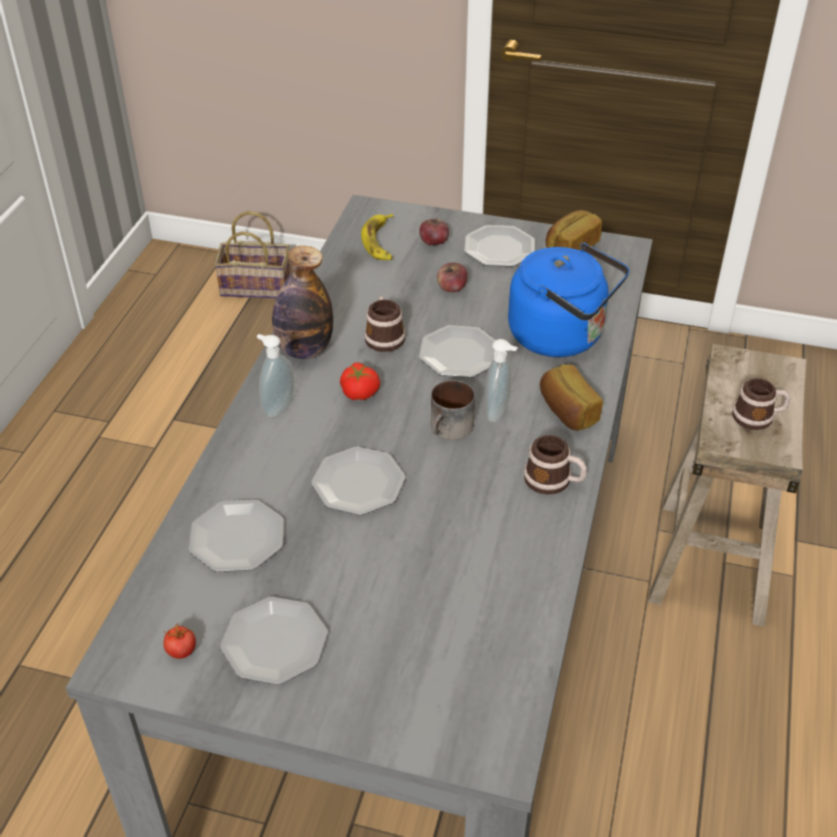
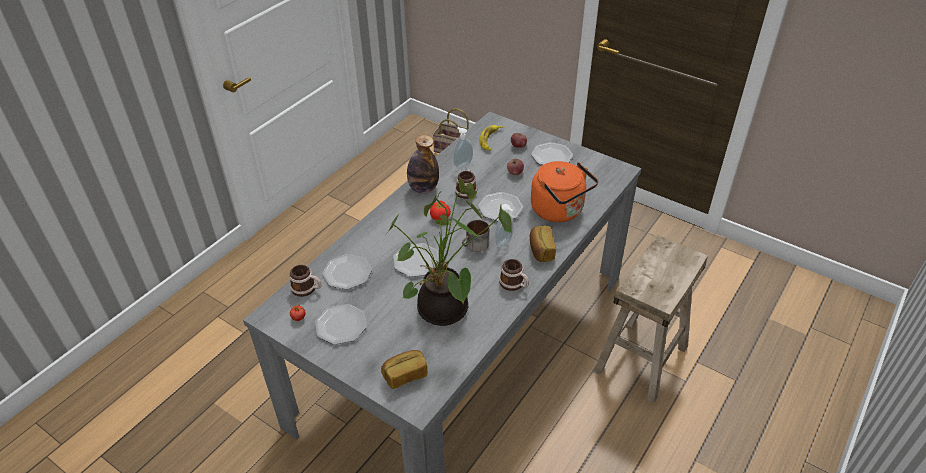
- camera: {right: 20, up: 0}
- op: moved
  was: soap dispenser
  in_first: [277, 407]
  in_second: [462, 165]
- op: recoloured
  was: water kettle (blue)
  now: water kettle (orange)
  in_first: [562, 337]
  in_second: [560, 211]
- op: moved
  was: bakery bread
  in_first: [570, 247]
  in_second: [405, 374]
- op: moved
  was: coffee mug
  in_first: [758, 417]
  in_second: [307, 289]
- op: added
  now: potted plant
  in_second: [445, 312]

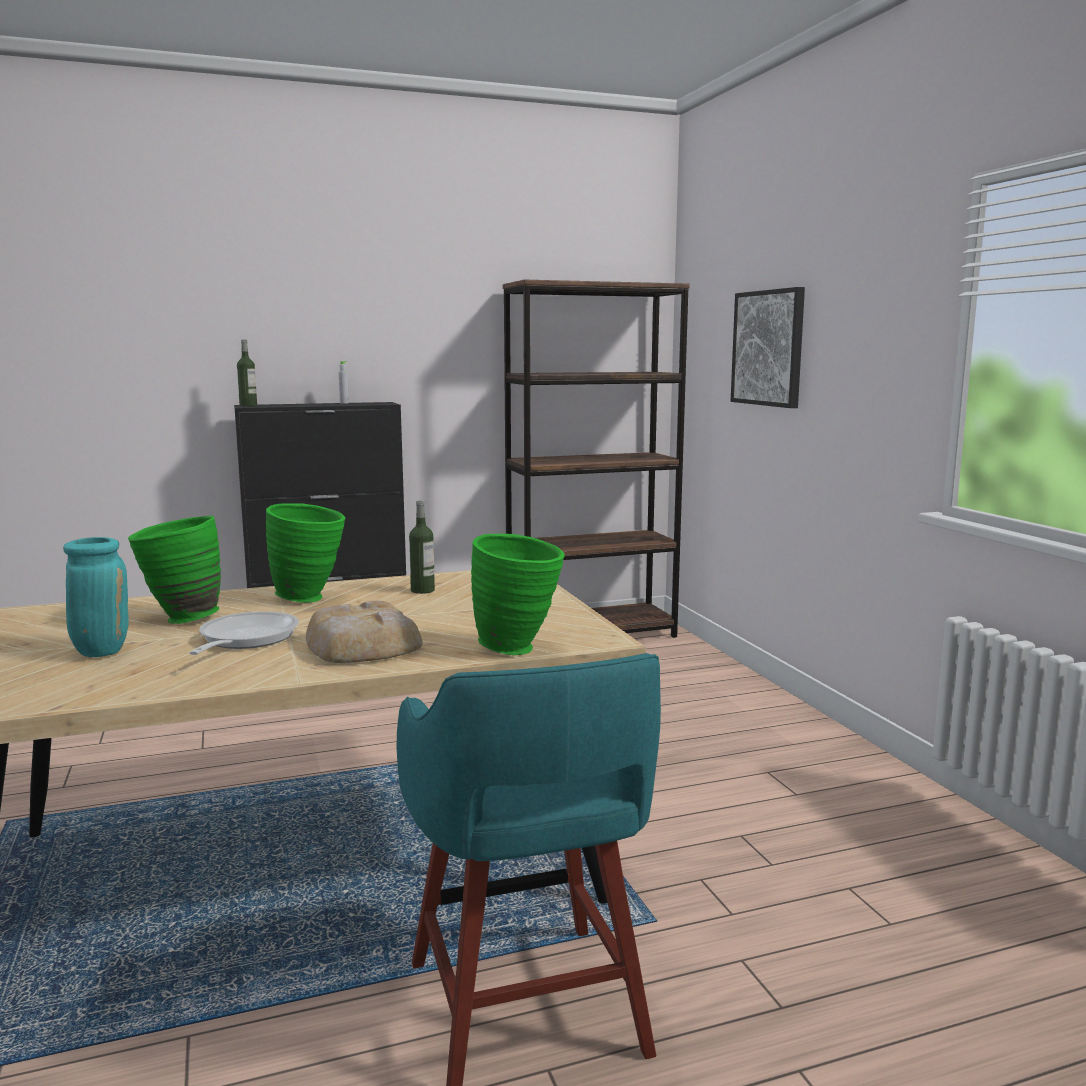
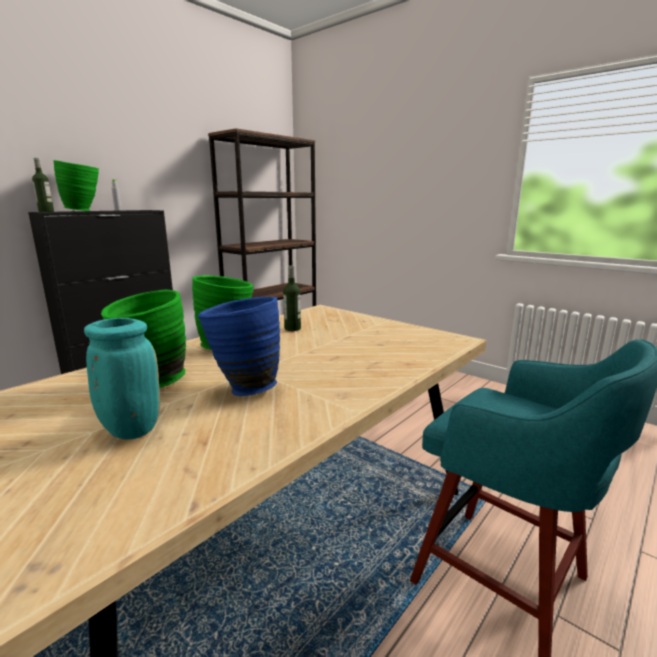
- camera: {right: -30, up: 5}
- op: replaced
  was: skillet
  now: flower vase (blue)
  in_first: [244, 640]
  in_second: [243, 388]
- op: removed
  was: bakery bread
  in_first: [362, 645]
- op: moved
  was: flower vase (green)
  in_first: [519, 649]
  in_second: [84, 211]
- op: removed
  was: wall picture
  in_first: [768, 348]

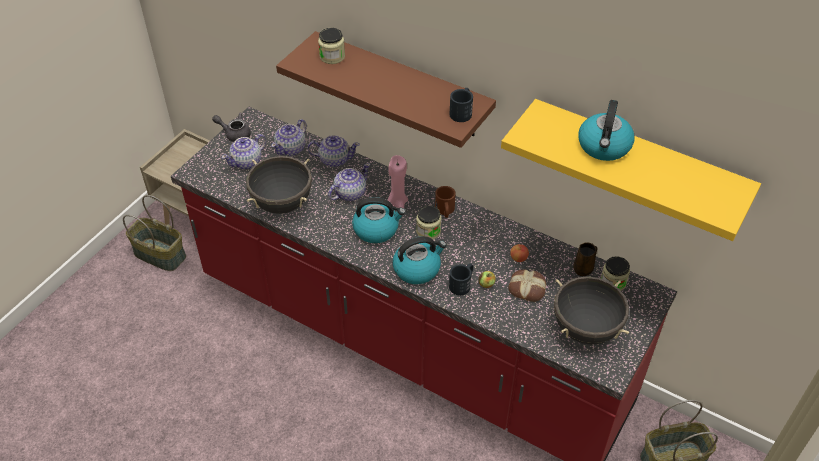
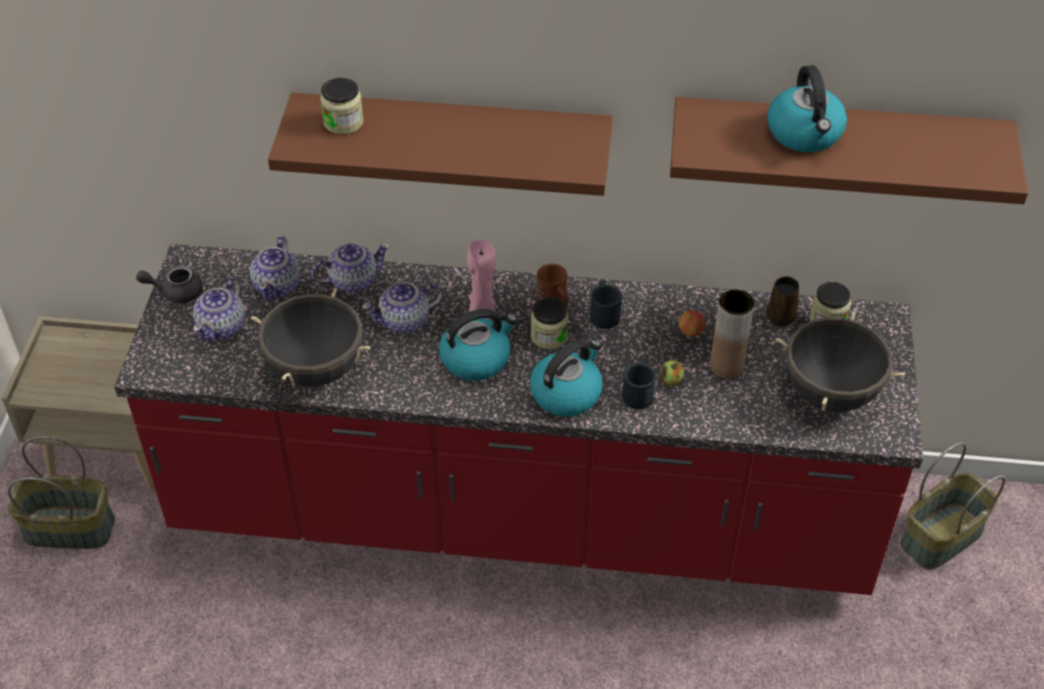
- camera: {right: -25, up: 0}
- op: turned
  was: tea pot
  in_first: [349, 193]
  in_second: [405, 321]
  clockwise: -135
- op: moved
  was: coffee mug (blackish)
  in_first: [462, 111]
  in_second: [604, 312]
- op: recoloured
  was: wall shelf (yellowish)
  now: wall shelf (brownish)
  in_first: [637, 161]
  in_second: [837, 142]
- op: replaced
  was: bakery bread
  now: flower vase (brownish)
  in_first: [527, 288]
  in_second: [726, 366]

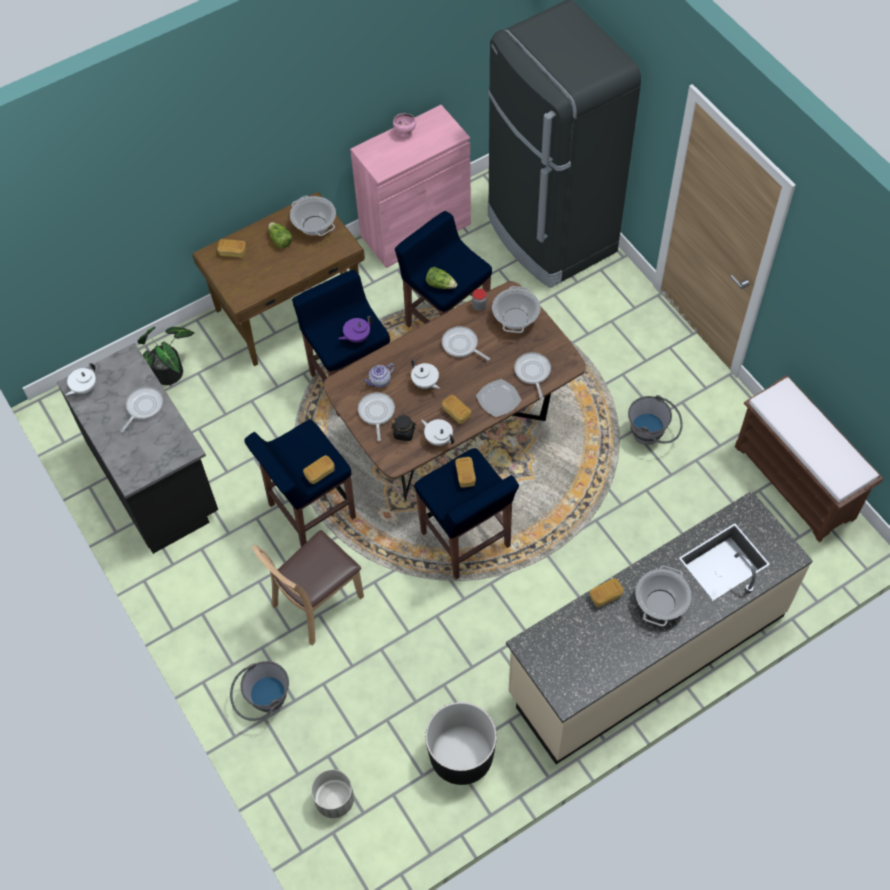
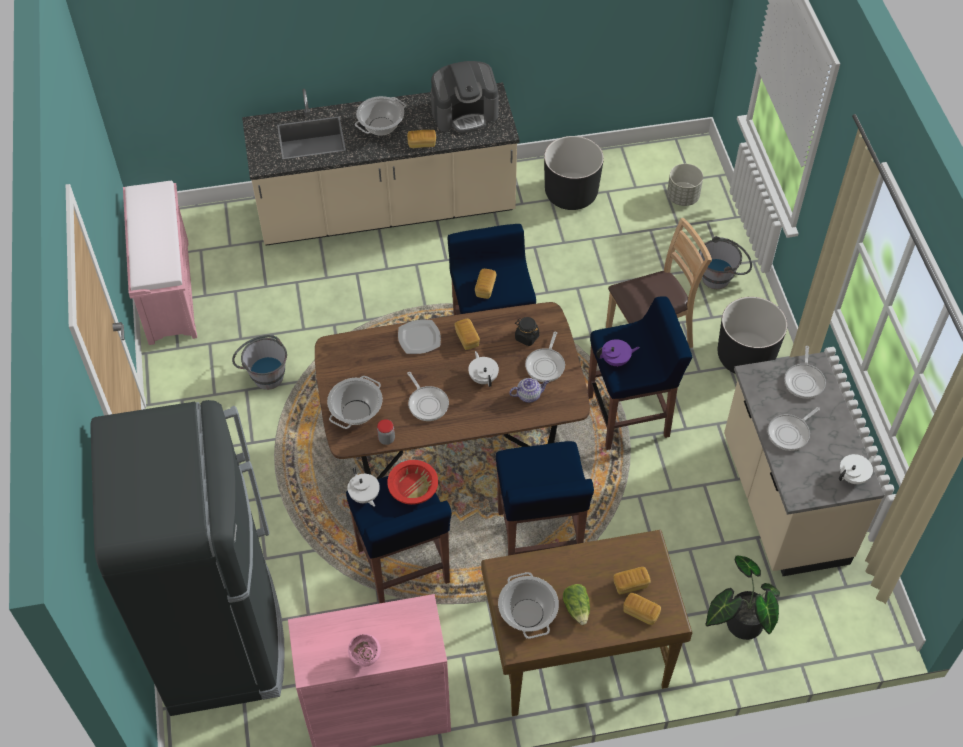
- camera: {right: -160, up: -5}
- op: recoloured
  was: kitchen base unit (blackish)
  now: kitchen base unit (beige)
  in_first: [156, 480]
  in_second: [782, 501]
- op: moved
  was: bakery bread
  in_first: [320, 473]
  in_second: [630, 584]
- op: moved
  was: tea pot (purple-coloured)
  in_first: [356, 337]
  in_second: [616, 360]
- op: moved
  was: tea pot (white-coloured)
  in_first: [438, 438]
  in_second: [364, 496]
- op: replaced
  was: head of lettuce
  now: bowl (red-coloured)
  in_first: [440, 284]
  in_second: [413, 487]
- op: moved
  was: skillet
  in_first: [532, 372]
  in_second: [804, 381]
- op: recoloured
  was: long seat (brownish)
  now: long seat (pink-coloured)
  in_first: [796, 482]
  in_second: [168, 290]
- op: added
  now: coffee brewer
  in_second: [465, 112]
- op: added
  now: flower pot (blackish)
  in_second: [745, 356]

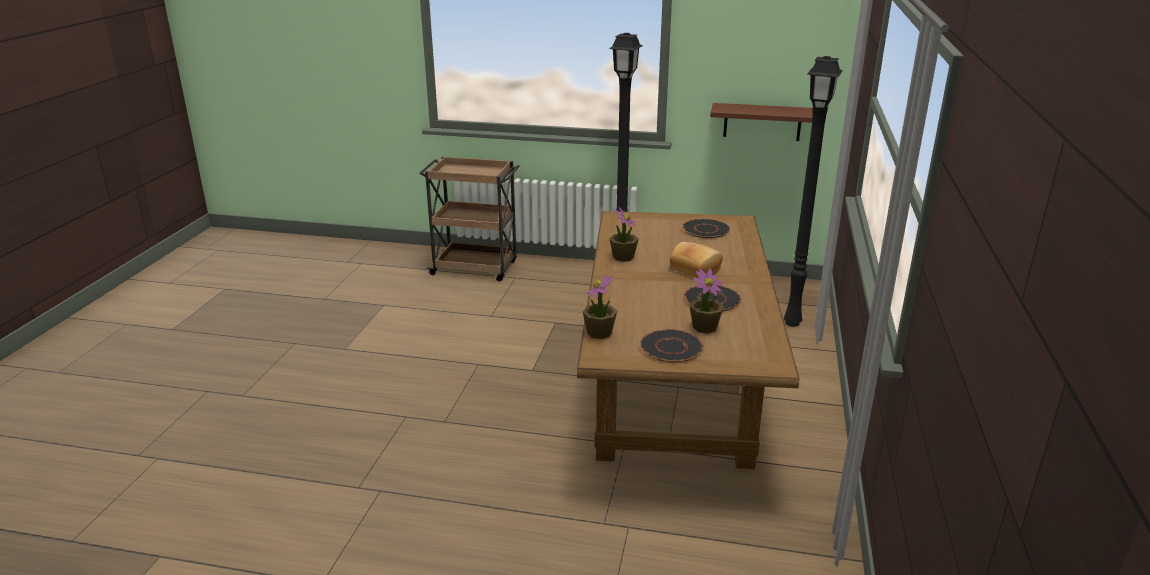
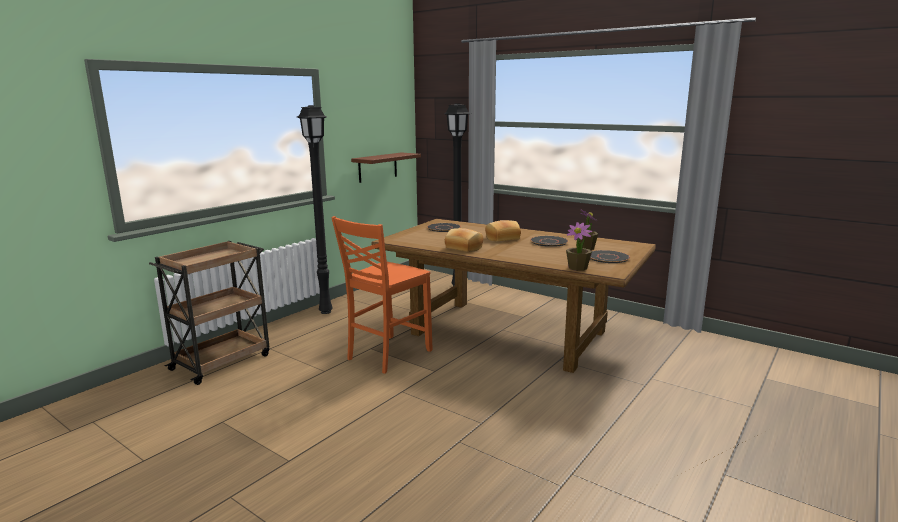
- camera: {right: -65, up: -10}
- op: replaced
  was: potted plant
  now: bakery bread
  in_first: [623, 257]
  in_second: [463, 248]
- op: added
  now: plain chair (orange)
  in_second: [387, 355]

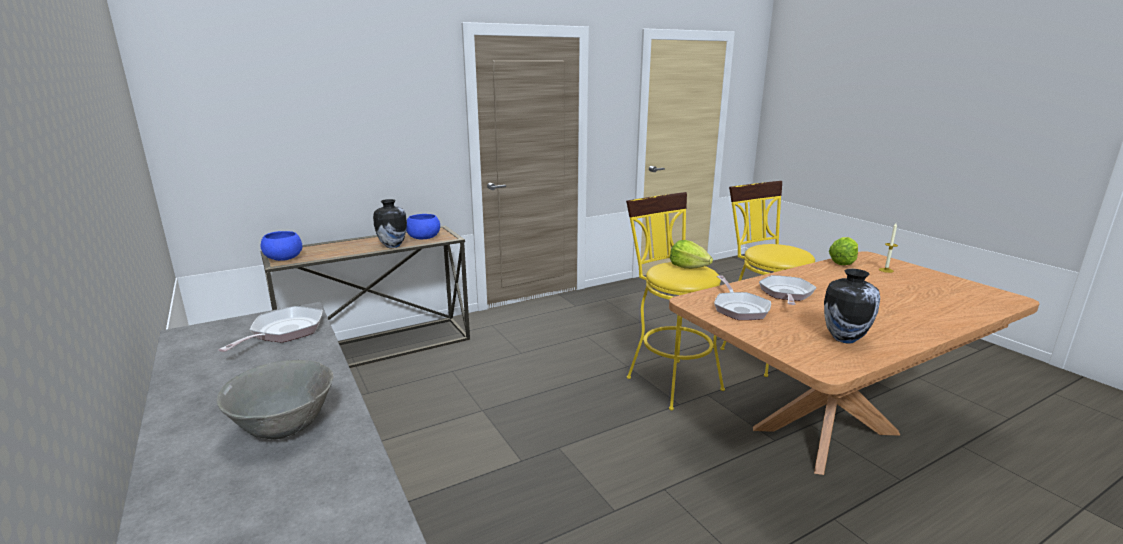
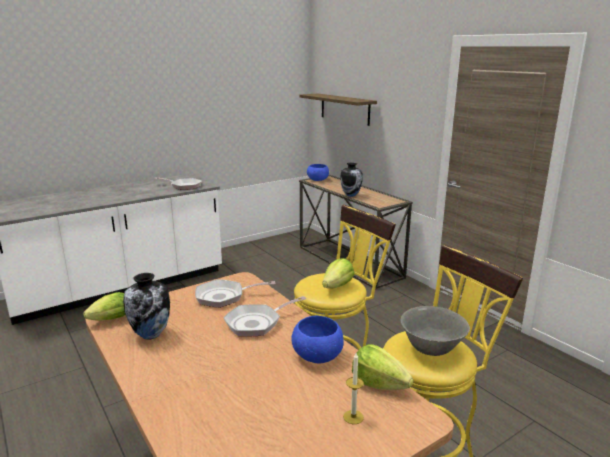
- camera: {right: 85, up: 0}
- op: moved
  was: bowl (gray)
  in_first: [285, 427]
  in_second: [432, 349]
- op: moved
  was: bowl (blue)
  in_first: [424, 237]
  in_second: [317, 355]
- op: turned
  was: skillet
  in_first: [786, 294]
  in_second: [257, 323]
  clockwise: 135
- op: added
  now: head of lettuce
  in_second: [108, 320]
- op: added
  now: wall shelf
  in_second: [344, 109]

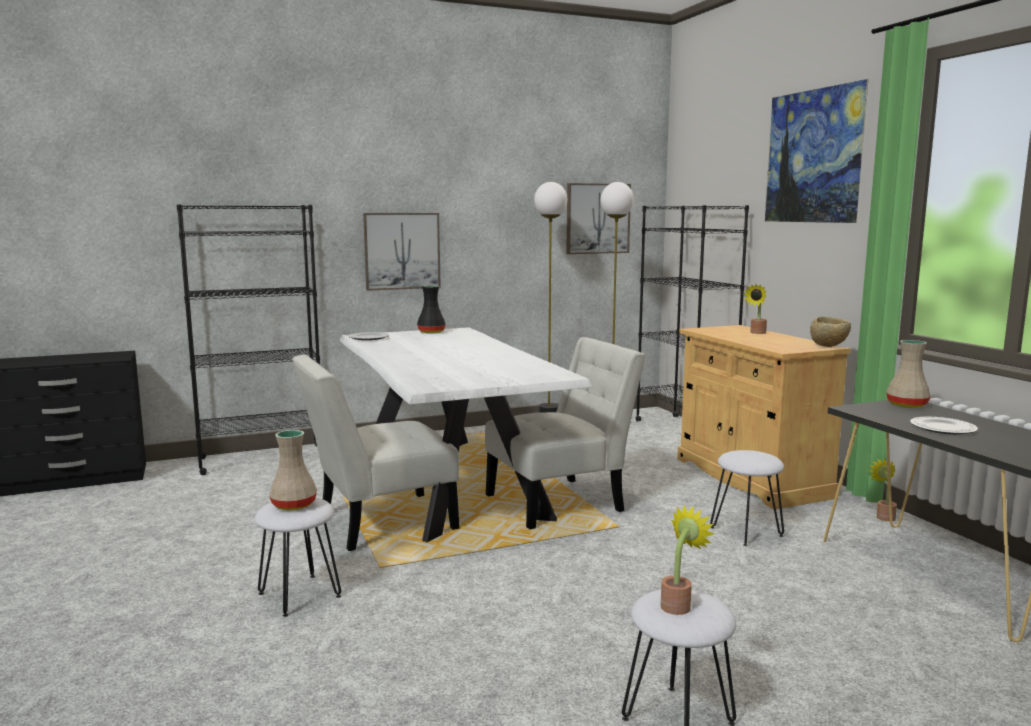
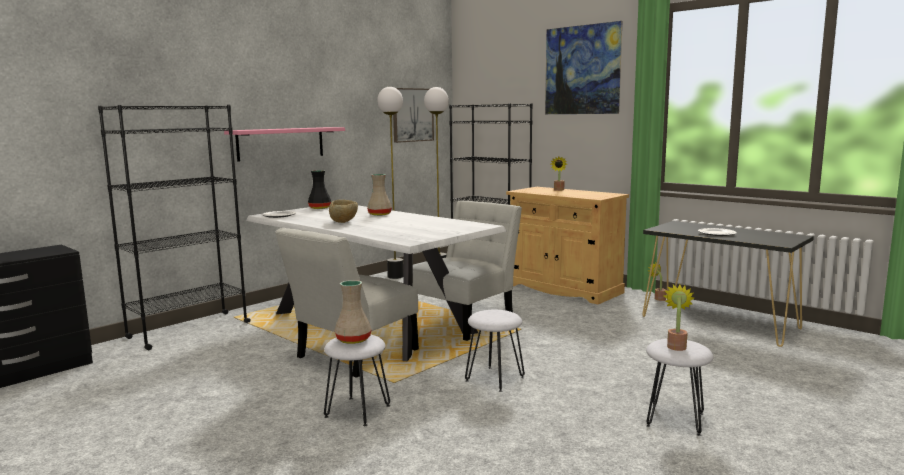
- camera: {right: -25, up: 0}
- op: replaced
  was: wall picture
  now: wall shelf (pink-coloured)
  in_first: [402, 251]
  in_second: [281, 143]
- op: moved
  was: sitting stool (white-coloured)
  in_first: [745, 532]
  in_second: [494, 379]
- op: moved
  was: bowl (beige)
  in_first: [829, 346]
  in_second: [344, 222]
- op: moved
  was: flower vase (beige)
  in_first: [907, 405]
  in_second: [379, 214]

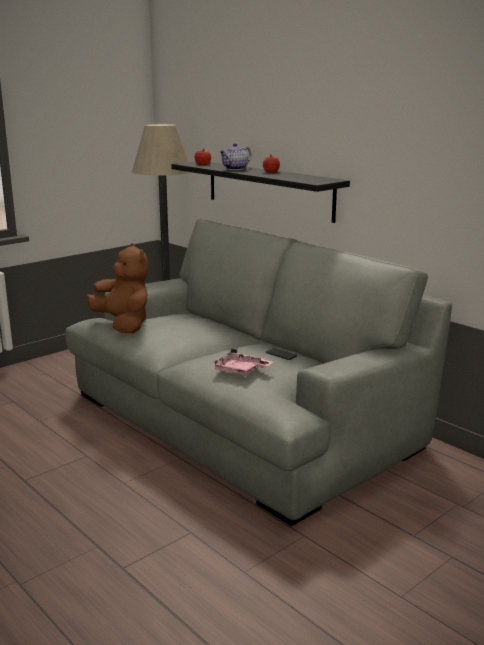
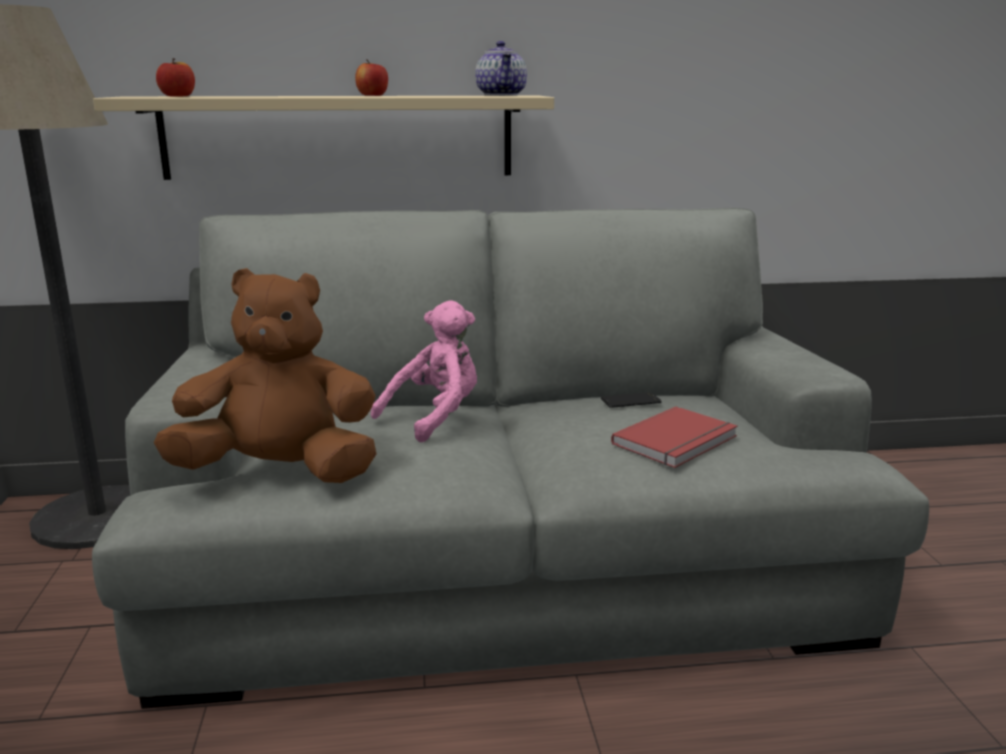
- camera: {right: -55, up: 0}
- op: recoloured
  was: wall shelf (blackish)
  now: wall shelf (beige)
  in_first: [268, 189]
  in_second: [339, 137]
- op: replaced
  was: tray (pink-coloured)
  now: volume (red-coloured)
  in_first: [240, 370]
  in_second: [678, 441]
- op: moved
  was: tea pot
  in_first: [235, 169]
  in_second: [502, 95]
- op: added
  now: plush toy (pink-coloured)
  in_second: [435, 417]

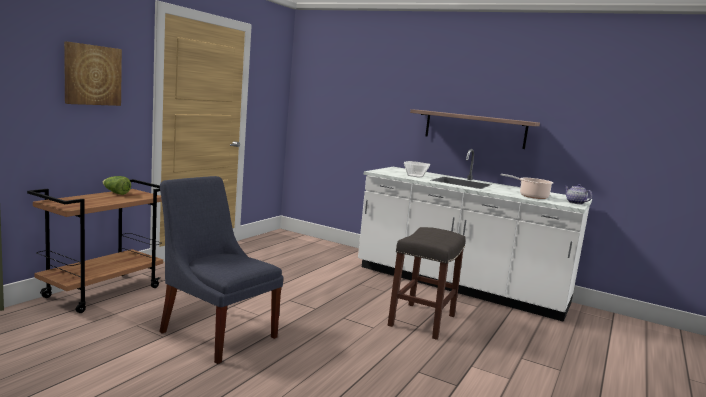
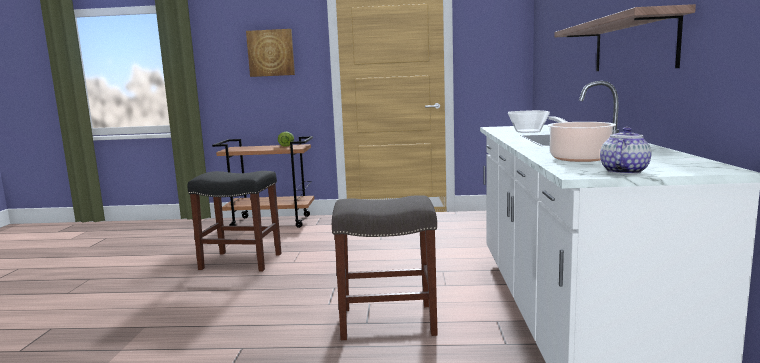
- camera: {right: 65, up: 0}
- op: replaced
  was: plain chair (blue)
  now: sitting stool (blackish)
  in_first: [216, 332]
  in_second: [242, 261]

